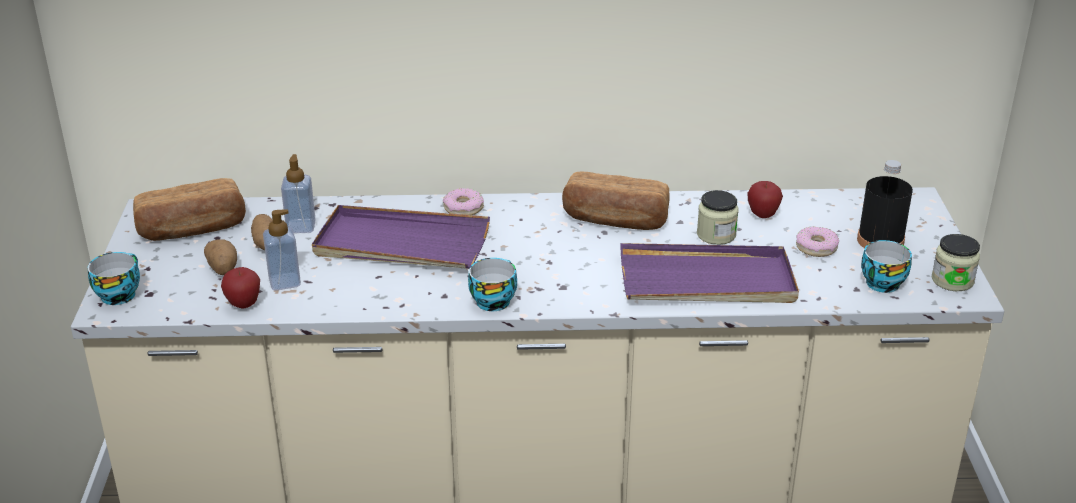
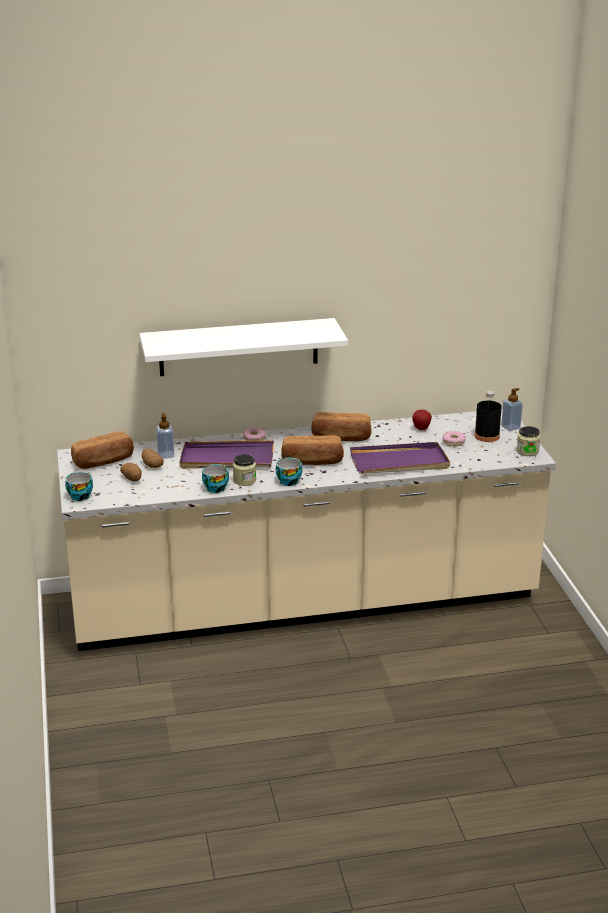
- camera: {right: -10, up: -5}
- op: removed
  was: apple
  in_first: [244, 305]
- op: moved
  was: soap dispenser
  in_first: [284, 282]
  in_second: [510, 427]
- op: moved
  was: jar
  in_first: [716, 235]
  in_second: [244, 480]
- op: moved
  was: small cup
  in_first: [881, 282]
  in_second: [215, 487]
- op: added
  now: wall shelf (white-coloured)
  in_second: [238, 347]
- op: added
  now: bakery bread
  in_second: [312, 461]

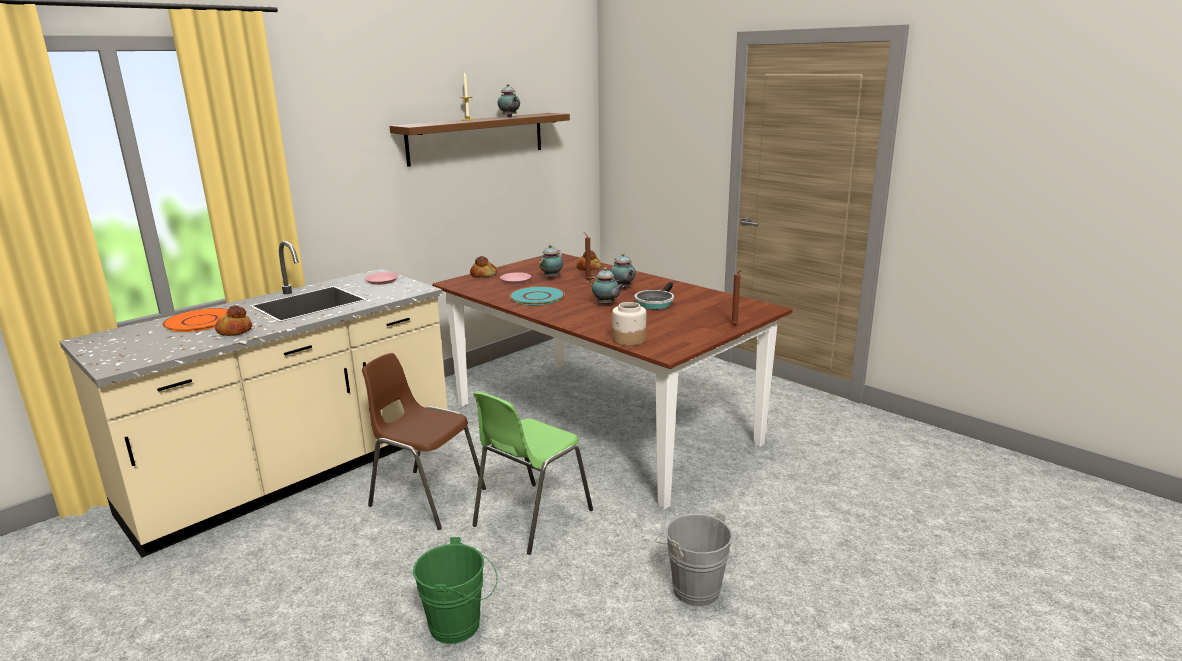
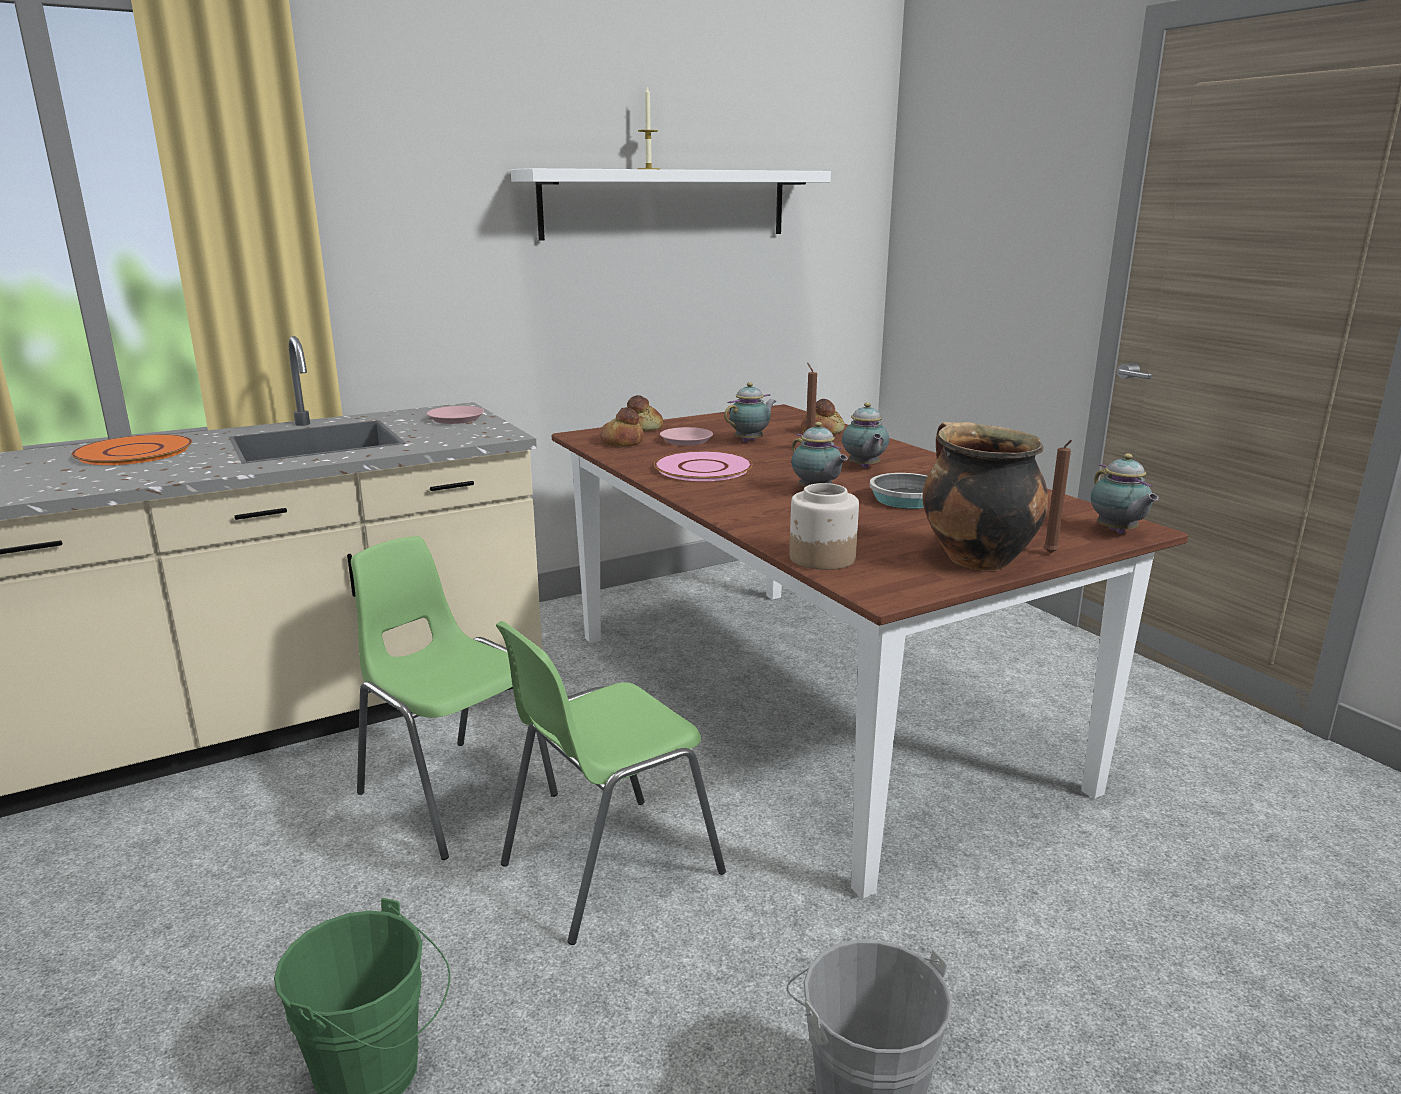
- camera: {right: 15, up: 0}
- op: moved
  was: bakery bread
  in_first: [234, 331]
  in_second: [621, 442]
- op: recoloured
  was: plain chair (brownish)
  now: plain chair (green)
  in_first: [426, 497]
  in_second: [455, 794]
- op: recoloured
  was: wall shelf (brownish)
  now: wall shelf (white-coloured)
  in_first: [477, 138]
  in_second: [666, 204]
- op: moved
  was: tea pot
  in_first: [509, 117]
  in_second: [1117, 532]
- op: recoloured
  was: flat dish (blue-green)
  now: flat dish (pink-coloured)
  in_first: [537, 297]
  in_second: [703, 468]
- op: added
  now: cooking pot
  in_second: [974, 559]

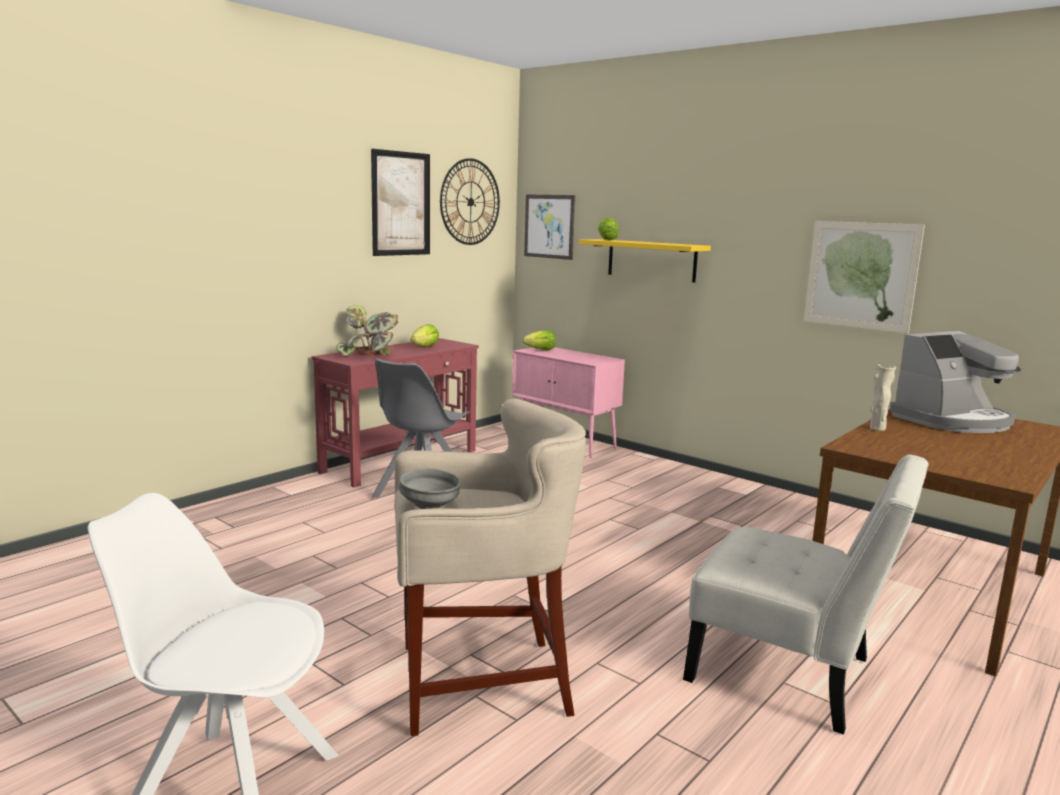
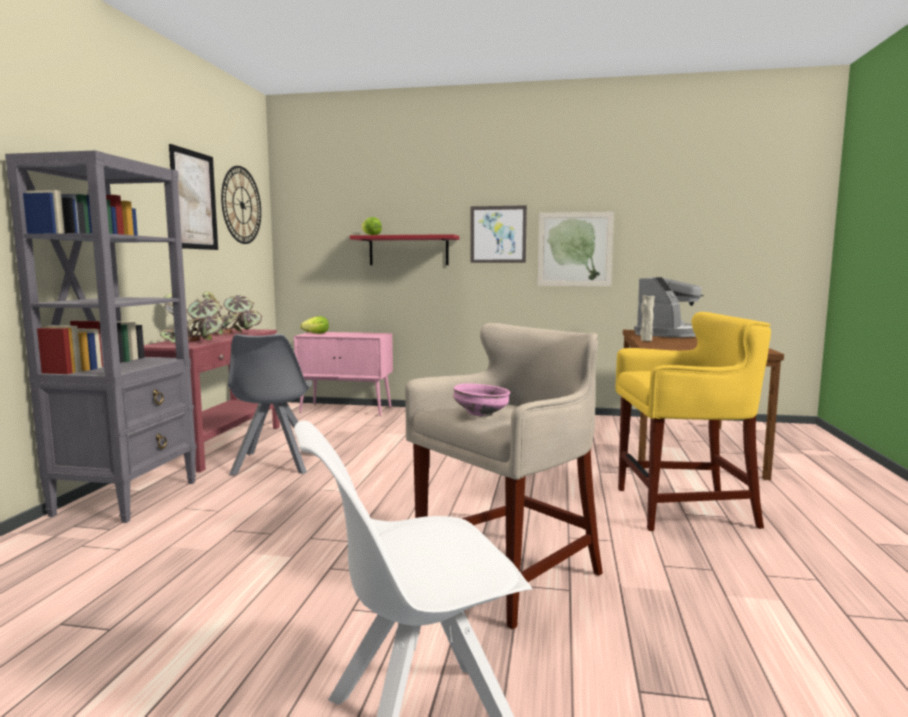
- camera: {right: -30, up: -5}
- op: recoloured
  was: bowl (gray)
  now: bowl (pink-coloured)
  in_first: [430, 506]
  in_second: [482, 414]
- op: replaced
  was: head of lettuce
  now: potted plant
  in_first: [425, 347]
  in_second: [232, 333]
- op: moved
  was: wall picture
  in_first: [549, 226]
  in_second: [498, 234]
- op: recoloured
  was: wall shelf (yellowish)
  now: wall shelf (red-coloured)
  in_first: [651, 260]
  in_second: [408, 250]
- op: replaced
  was: plain chair (white-coloured)
  now: sitting stool (yellowish)
  in_first: [790, 674]
  in_second: [683, 508]
- op: added
  now: bookcase (gray)
  in_second: [128, 497]

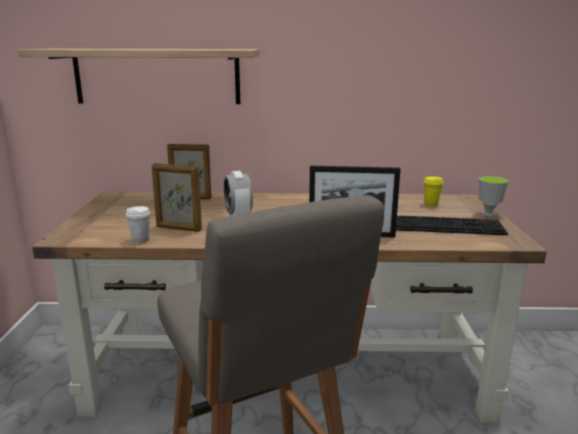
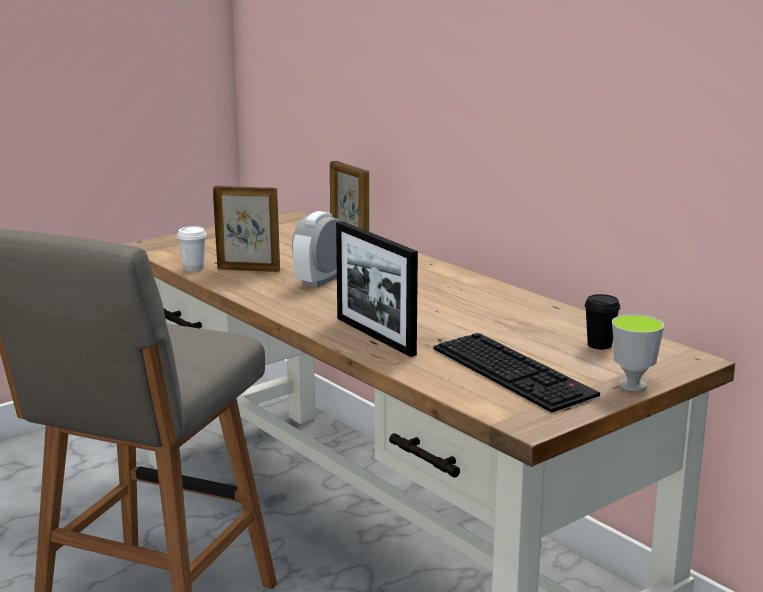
- camera: {right: 50, up: 0}
- op: removed
  was: wall shelf
  in_first: [157, 76]
- op: turned
  was: standing frame
  in_first: [178, 228]
  in_second: [248, 269]
  clockwise: 120
- op: recoloured
  was: small cup (yellowish)
  now: small cup (blackish)
  in_first: [431, 204]
  in_second: [599, 345]

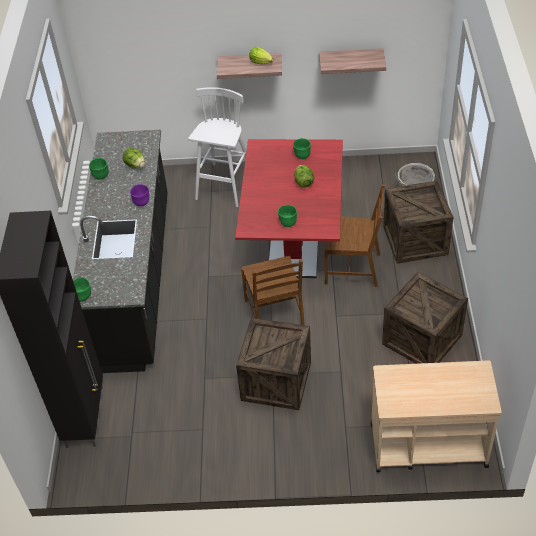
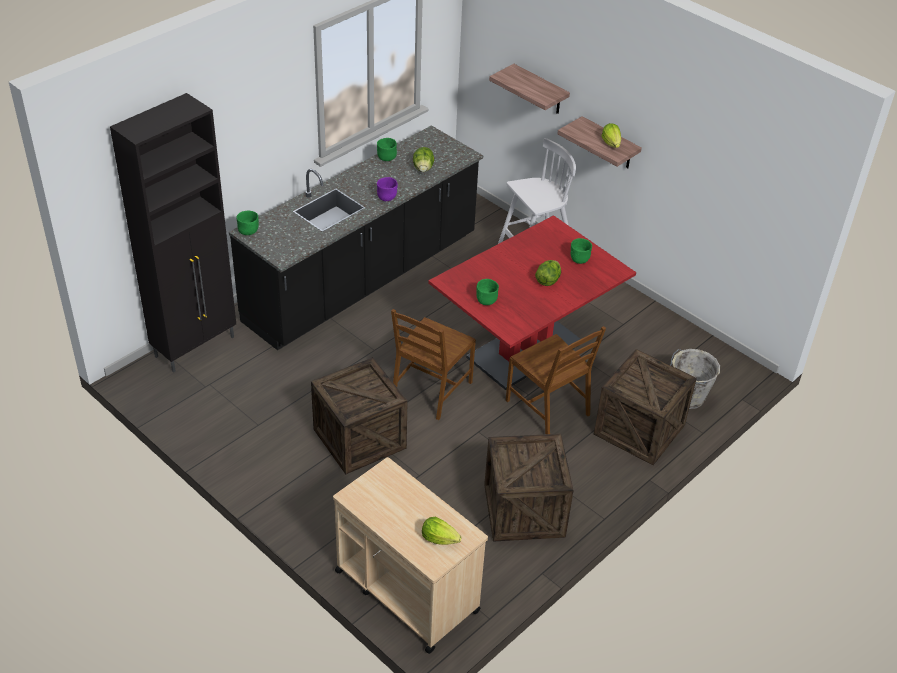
- camera: {right: 40, up: -5}
- op: moved
  was: wall shelf
  in_first: [351, 60]
  in_second: [540, 90]
- op: added
  now: head of lettuce
  in_second: [439, 538]

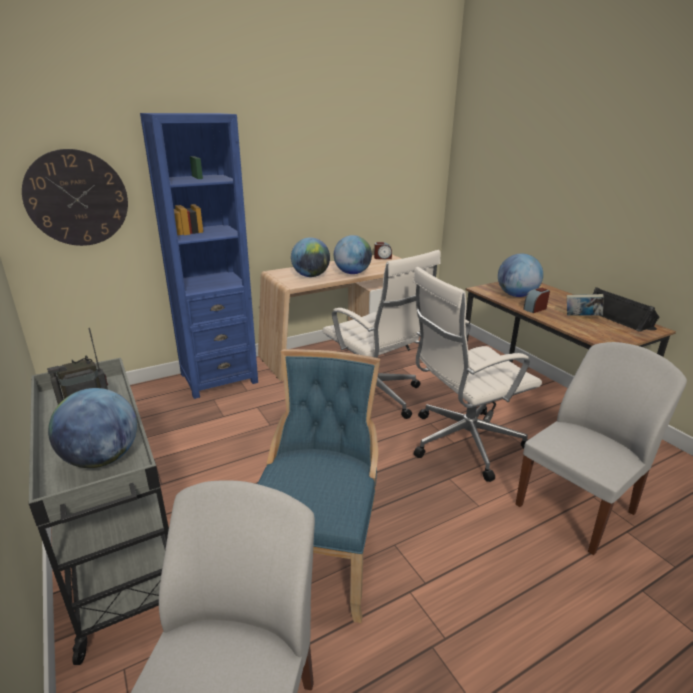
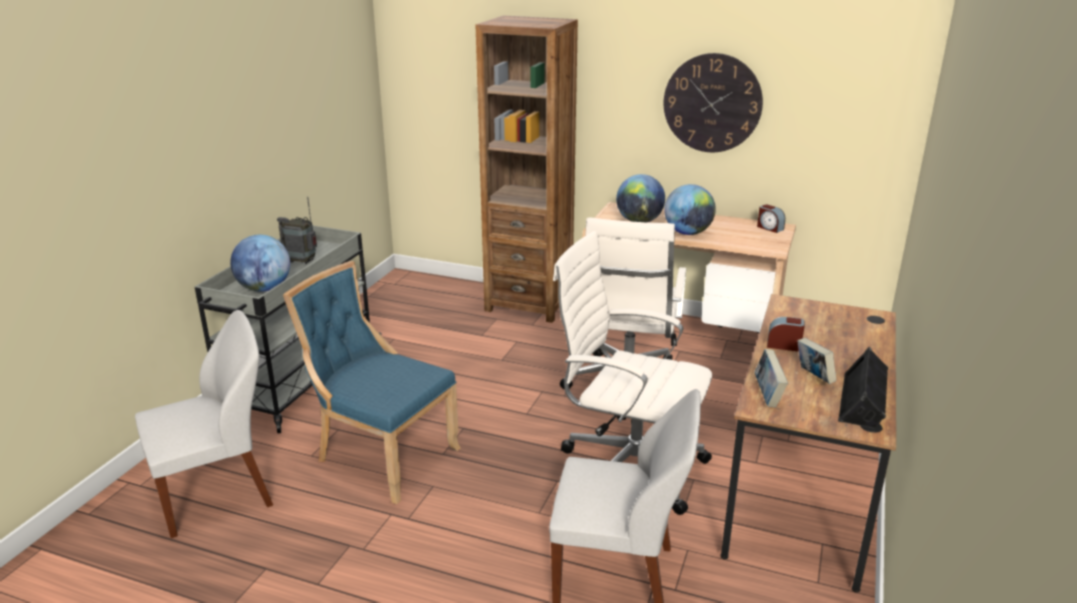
- camera: {right: 50, up: 0}
- op: moved
  was: wall clock
  in_first: [77, 198]
  in_second: [712, 103]
- op: recoloured
  was: bookcase (blue)
  now: bookcase (brownish)
  in_first: [219, 378]
  in_second: [529, 304]
- op: turned
  was: plain chair (blue)
  in_first: [318, 554]
  in_second: [381, 456]
  clockwise: -120
- op: removed
  was: desk globe
  in_first: [516, 295]
- op: added
  now: volume
  in_second: [767, 395]

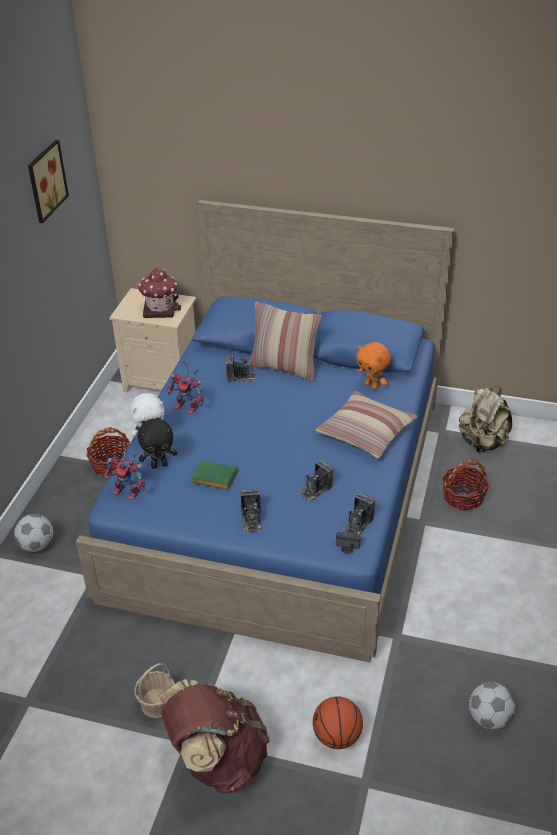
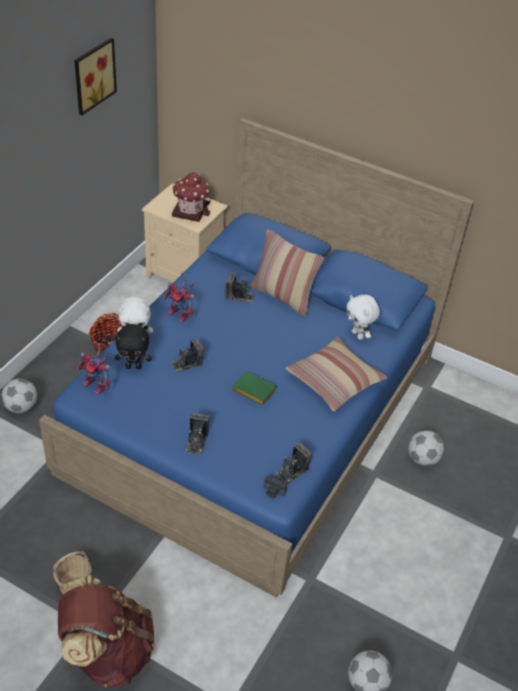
- camera: {right: 10, up: 5}
- op: moved
  was: volume (green)
  in_first: [213, 478]
  in_second: [252, 391]
- op: moved
  was: still camera
  in_first: [315, 490]
  in_second: [187, 363]
- op: removed
  was: ball for basketball
  in_first: [337, 736]
- op: recoloured
  was: plush toy (orange)
  now: plush toy (white-coloured)
  in_first: [372, 386]
  in_second: [358, 335]
- op: replaced
  was: storage basket
  now: football ball
  in_first: [463, 497]
  in_second: [423, 459]
- op: removed
  was: knapsack (beige)
  in_first: [482, 443]

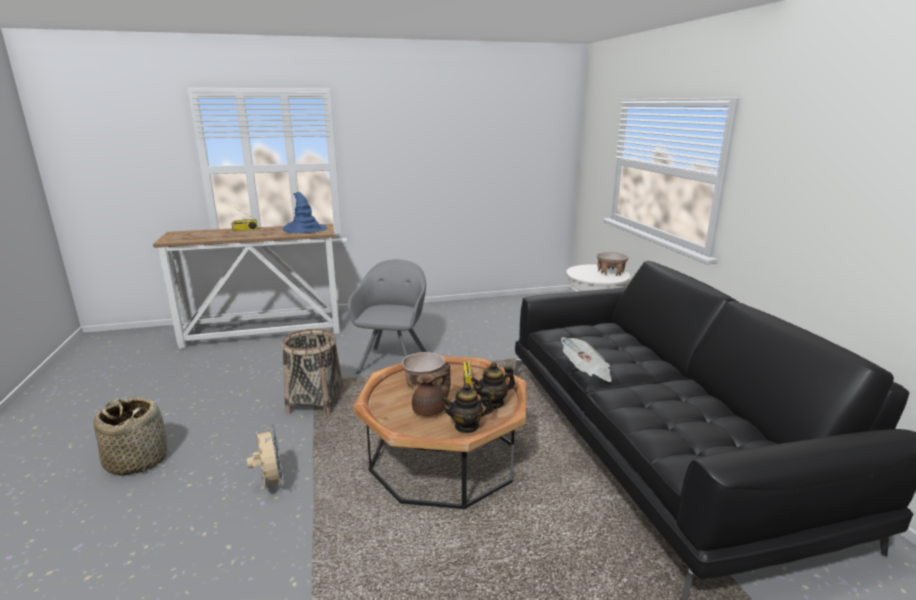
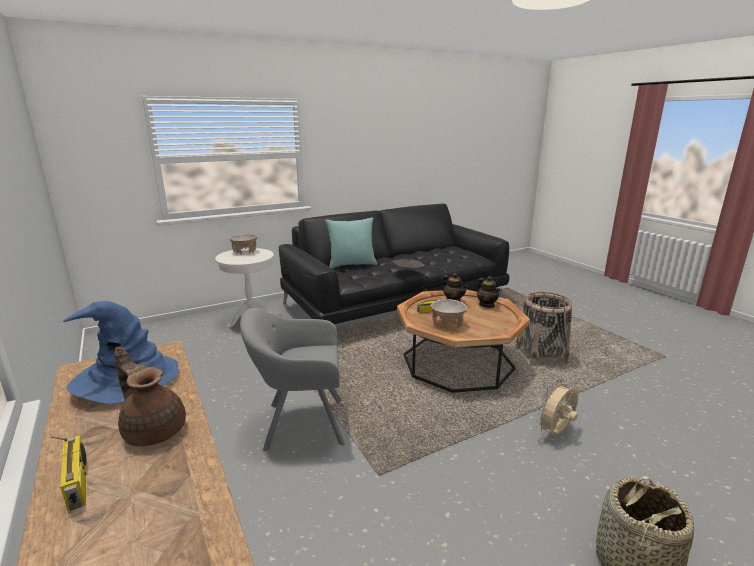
- camera: {right: -105, up: 0}
- op: moved
  was: storage basket
  in_first: [315, 403]
  in_second: [540, 355]
- op: moved
  was: tea pot (brownish)
  in_first: [431, 410]
  in_second: [154, 429]
- op: added
  now: pillow (blue-green)
  in_second: [352, 265]

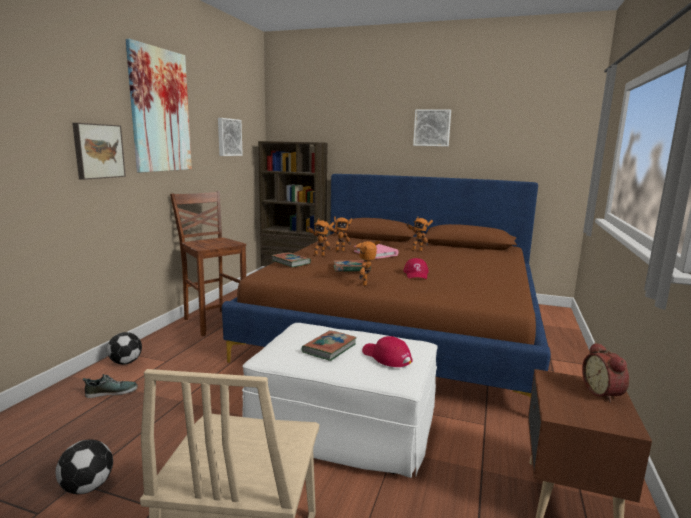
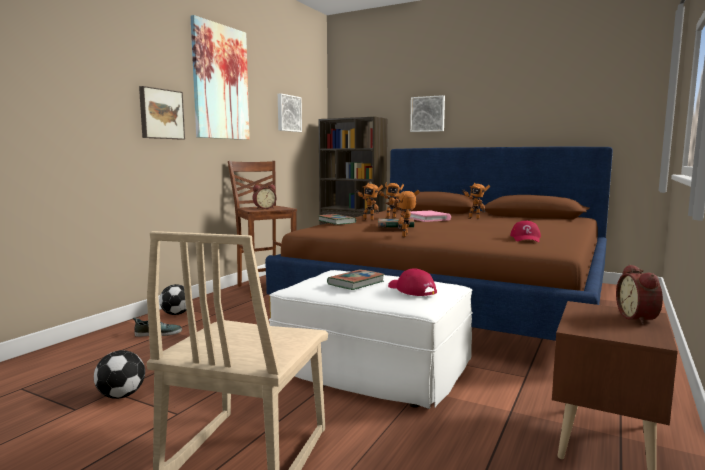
- camera: {right: 10, up: -5}
- op: moved
  was: baseball cap (red-coloured)
  in_first: [416, 274]
  in_second: [526, 239]
- op: moved
  was: wall picture
  in_first: [432, 128]
  in_second: [428, 114]
- op: added
  now: bedside clock
  in_second: [264, 208]

